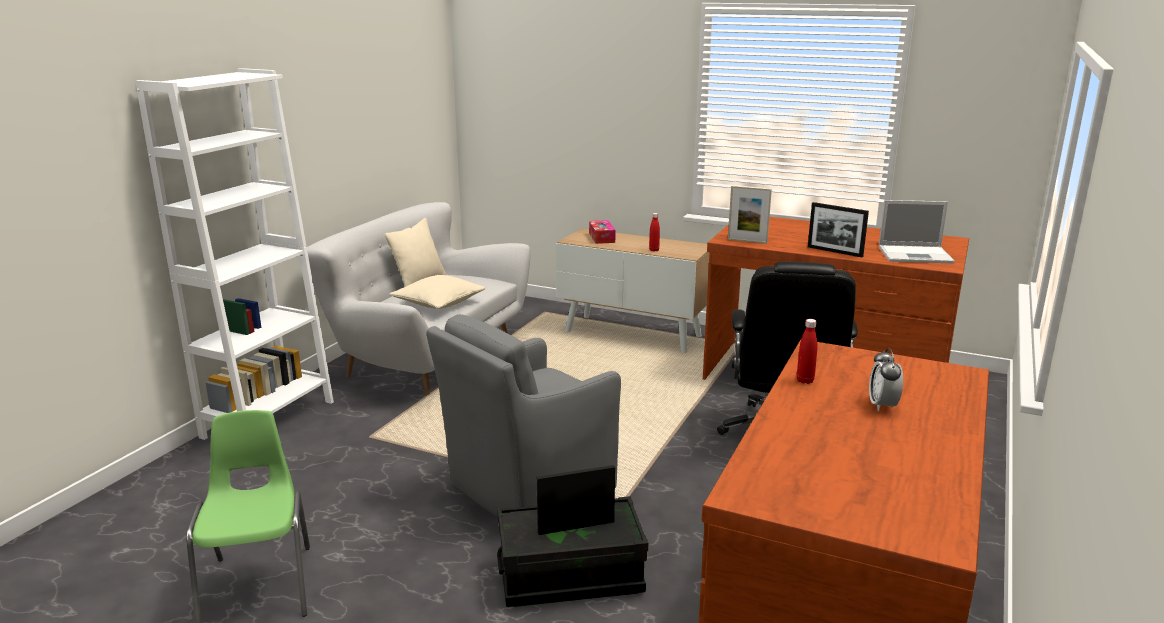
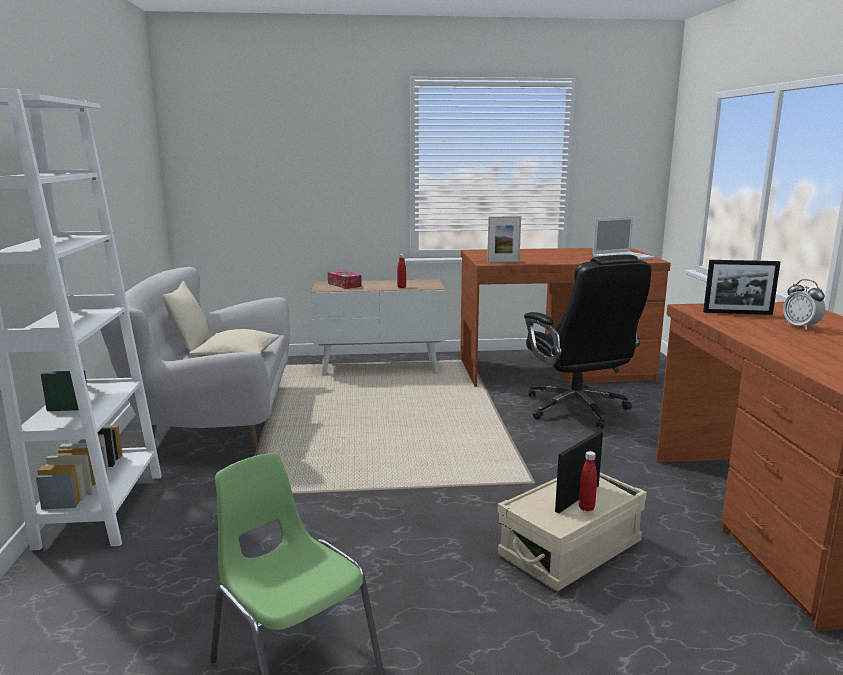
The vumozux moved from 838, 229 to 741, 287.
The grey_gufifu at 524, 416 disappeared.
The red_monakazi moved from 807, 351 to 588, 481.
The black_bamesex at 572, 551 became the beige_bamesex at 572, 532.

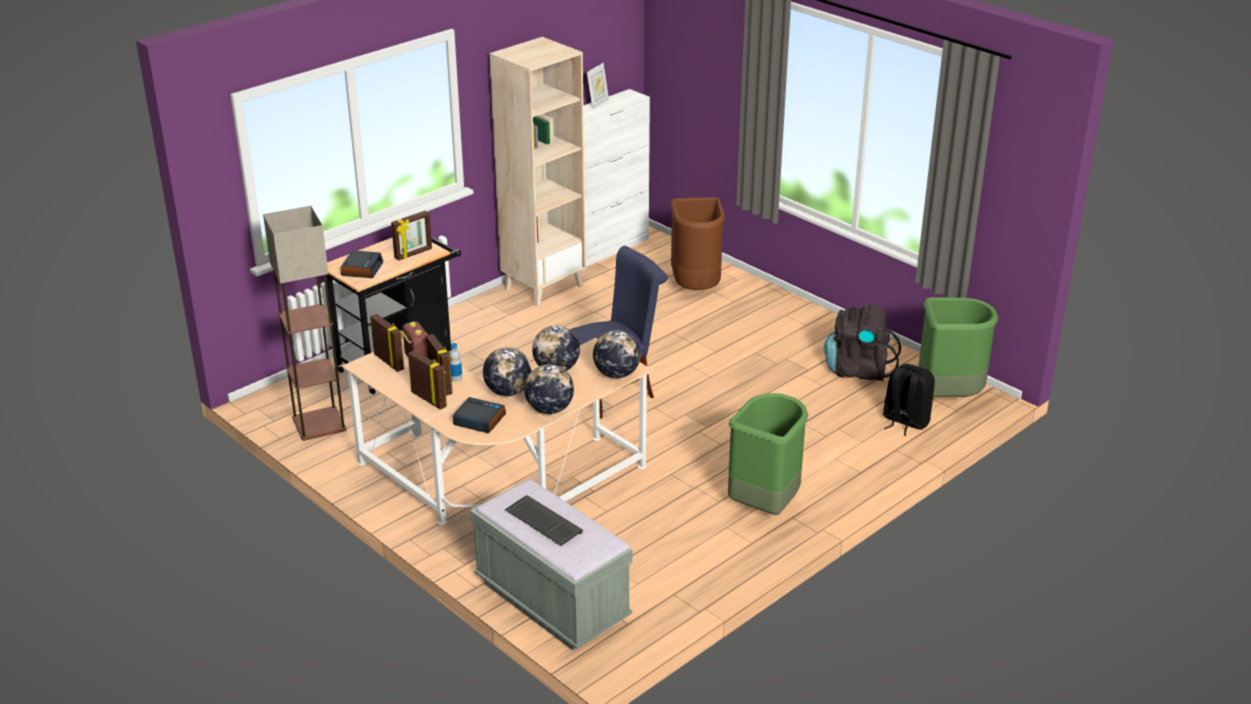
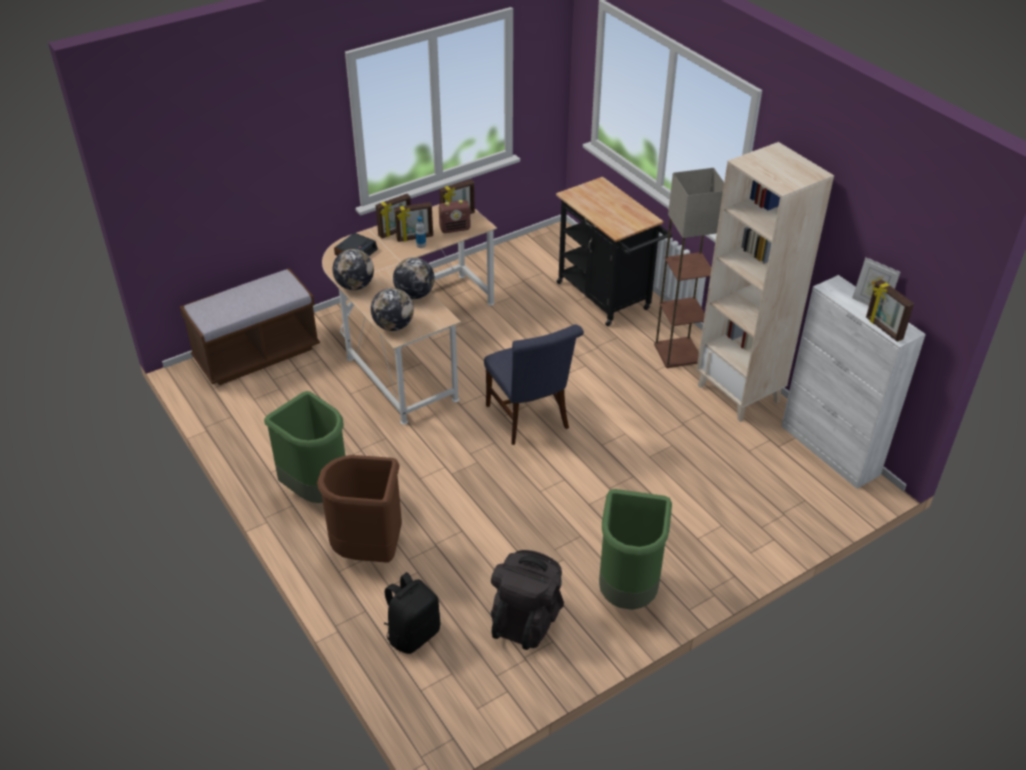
The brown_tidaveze moved from 697, 243 to 359, 509.
The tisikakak moved from 304, 323 to 689, 268.
The vumozux moved from 411, 236 to 890, 311.
The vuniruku at 361, 264 disappeared.
The green_tidaveze moved from 958, 347 to 635, 549.
The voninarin at 507, 371 disappeared.
The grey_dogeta at 551, 565 became the brown_dogeta at 250, 327.
The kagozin at 544, 520 disappeared.

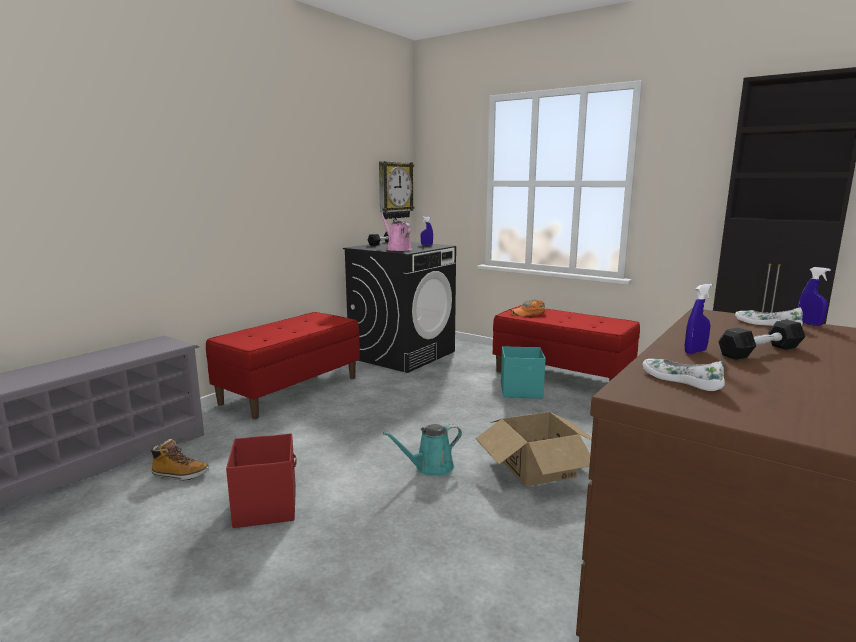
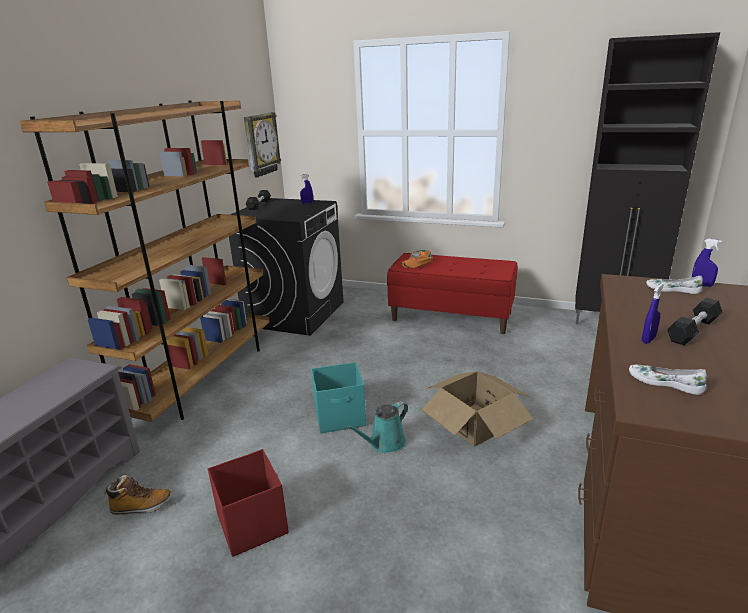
The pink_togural at 396, 232 disappeared.
The red_dogeta at 283, 365 was replaced by the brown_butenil at 145, 261.
The turquoise_bamesex moved from 523, 372 to 338, 397.

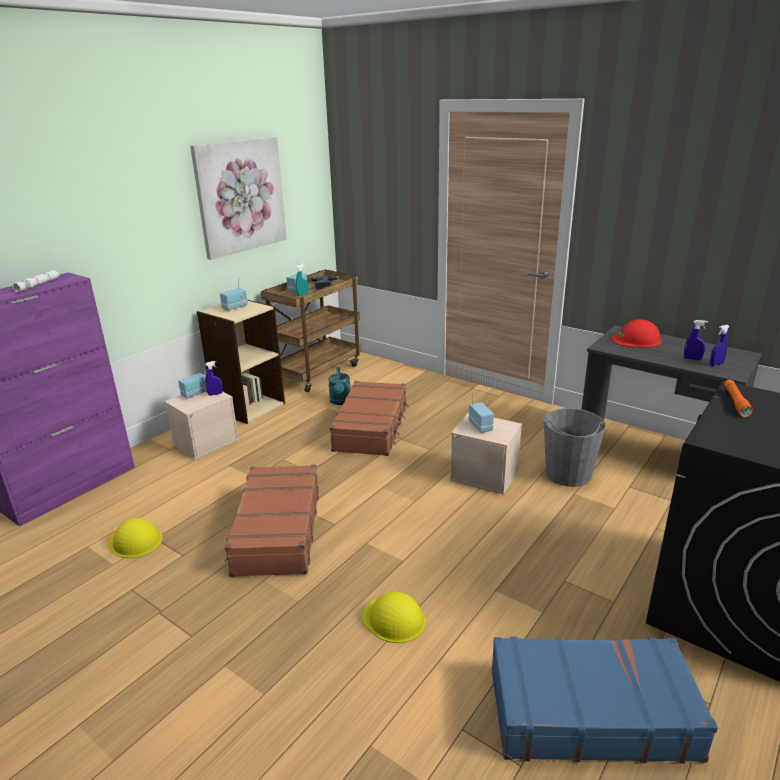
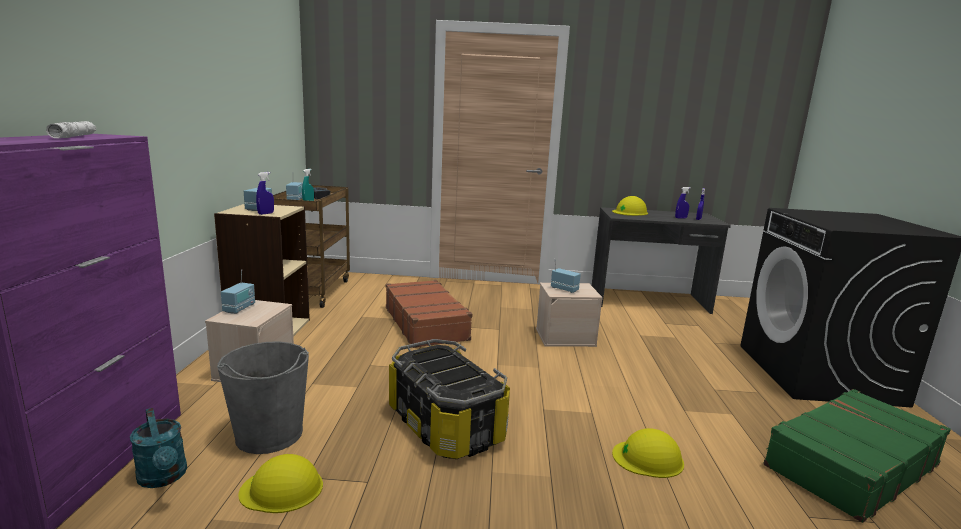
The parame at 238, 198 disappeared.
The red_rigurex at 636, 333 became the yellow_rigurex at 630, 206.
The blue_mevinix moved from 214, 378 to 265, 193.
The turquoise_togural moved from 339, 386 to 158, 448.
The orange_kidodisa at 738, 398 disappeared.
The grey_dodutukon moved from 575, 447 to 263, 397.
The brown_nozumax at 272, 521 was replaced by the bamesex at 449, 399.
The blue_nozumax at 605, 700 became the green_nozumax at 857, 456.

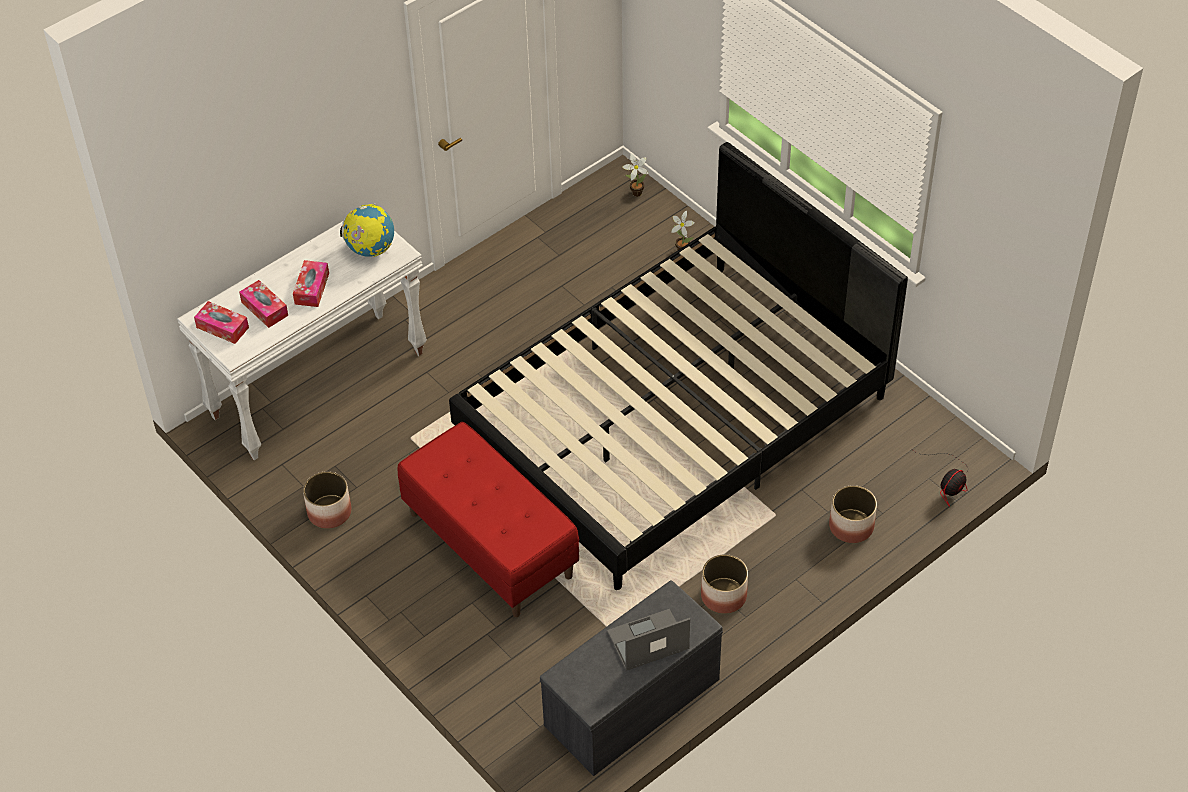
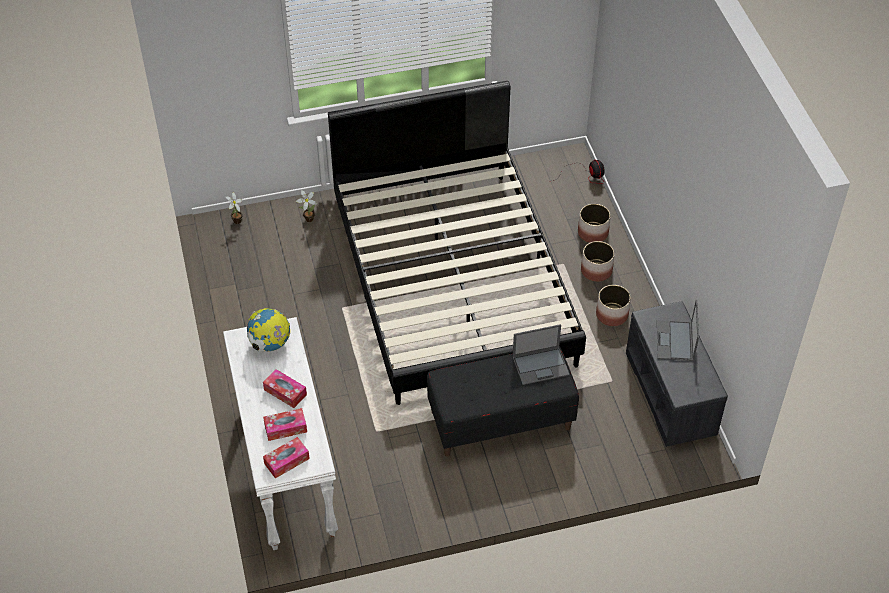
The red_dogeta at 488, 519 became the black_dogeta at 503, 401.
The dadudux moved from 327, 500 to 598, 261.
The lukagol at 541, 354 appeared.

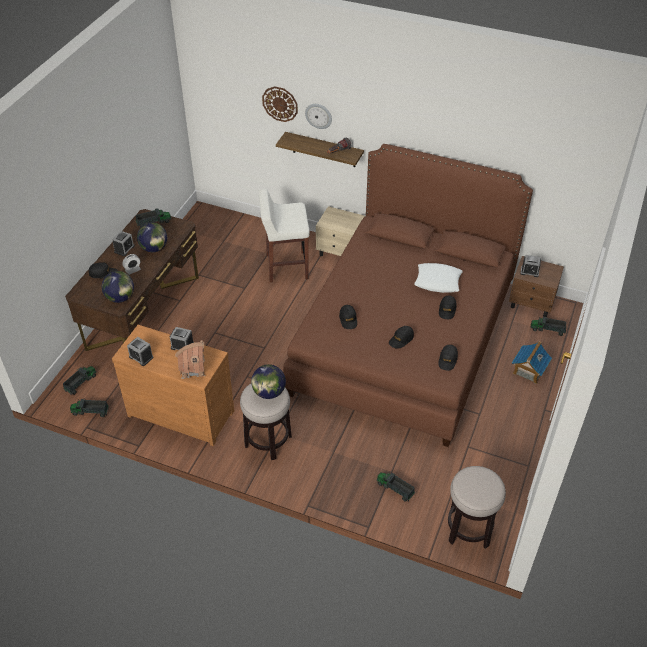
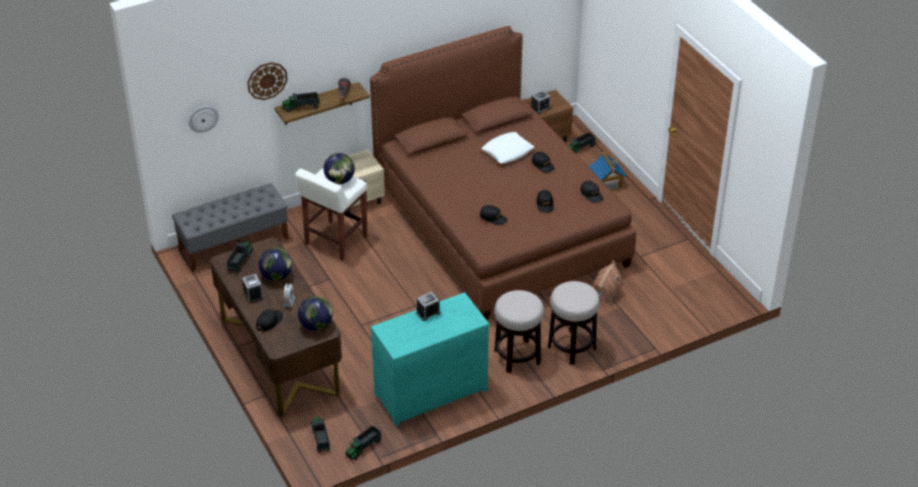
The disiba moved from 318, 116 to 204, 119.
The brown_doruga at 173, 385 became the turquoise_doruga at 429, 359.
The vuniruku at 140, 351 disappeared.
The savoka moved from 191, 359 to 607, 282.
The voninarin moved from 268, 381 to 339, 168.
The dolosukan moved from 477, 507 to 574, 323.
The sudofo moved from 396, 486 to 301, 102.
The grey_dogeta at 230, 227 appeared.

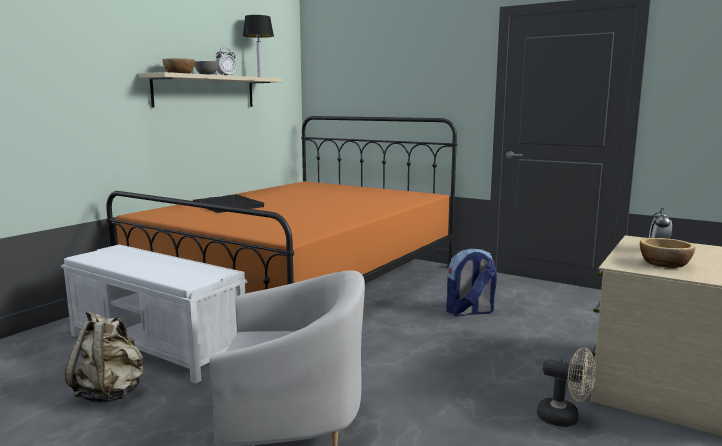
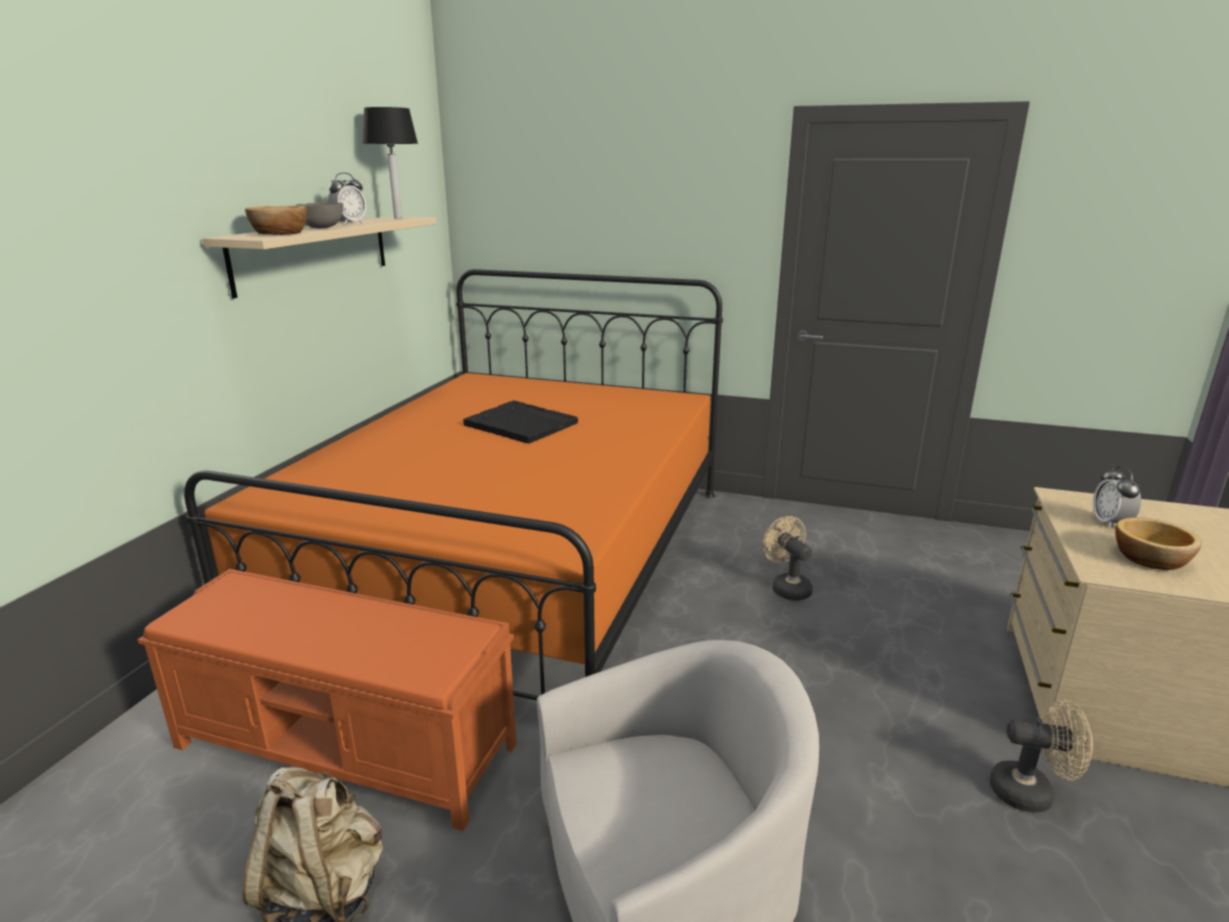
The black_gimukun moved from 228, 203 to 520, 421.
The white_dogeta at 154, 314 became the orange_dogeta at 327, 700.
The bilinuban at 471, 282 was replaced by the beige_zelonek at 788, 558.

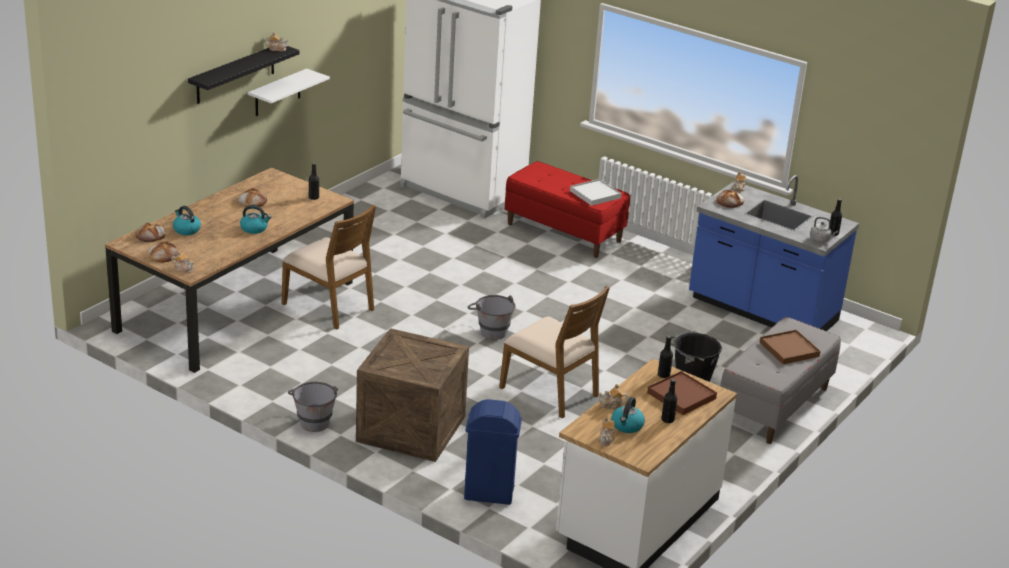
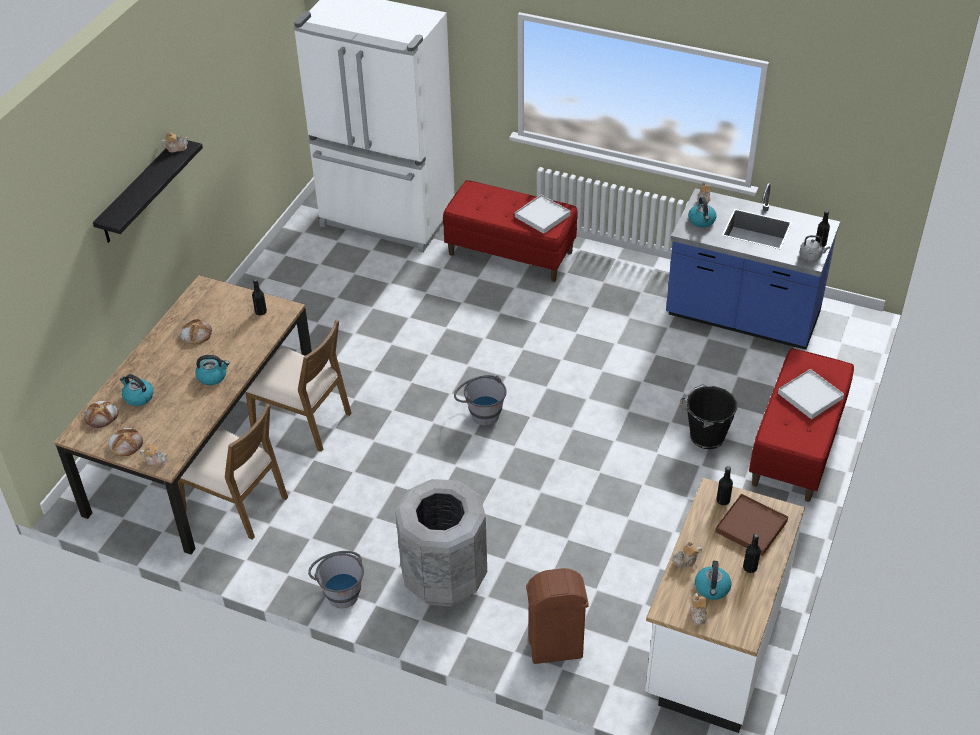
The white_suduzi at 289, 92 disappeared.
The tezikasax at 730, 199 was replaced by the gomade at 702, 212.
The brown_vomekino moved from 554, 352 to 233, 471.
The grey_dogeta at 780, 380 became the red_dogeta at 801, 425.
The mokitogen at 412, 395 was replaced by the grey_tidaveze at 441, 543.
The brown_gimukun at 790, 347 became the white_gimukun at 811, 394.
The blue_tidaveze at 493, 452 became the brown_tidaveze at 557, 616.

